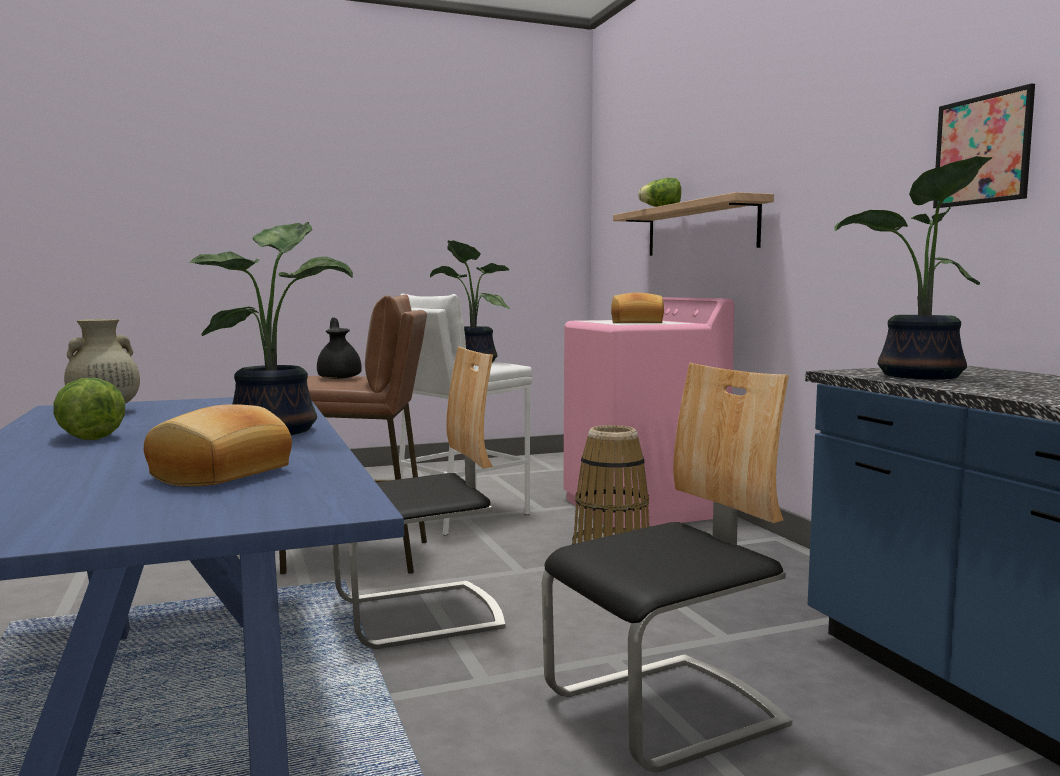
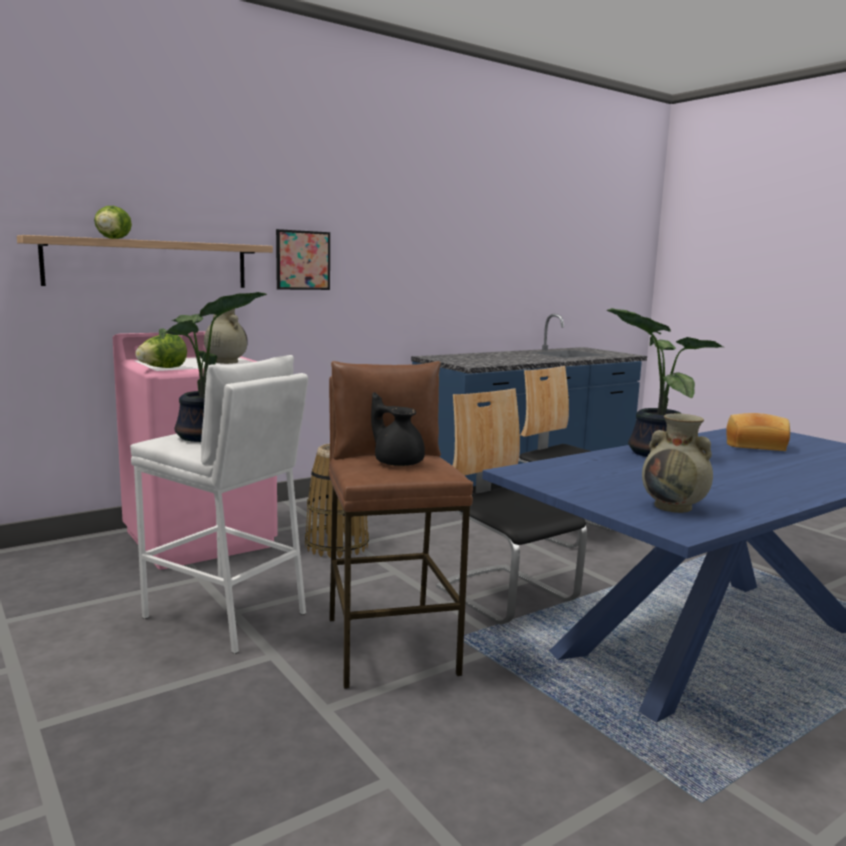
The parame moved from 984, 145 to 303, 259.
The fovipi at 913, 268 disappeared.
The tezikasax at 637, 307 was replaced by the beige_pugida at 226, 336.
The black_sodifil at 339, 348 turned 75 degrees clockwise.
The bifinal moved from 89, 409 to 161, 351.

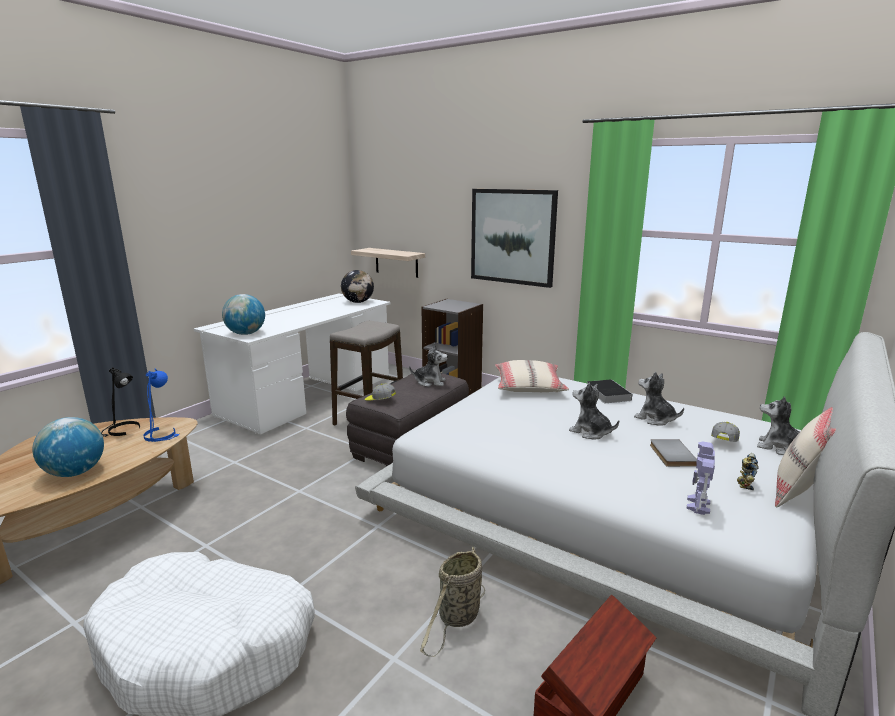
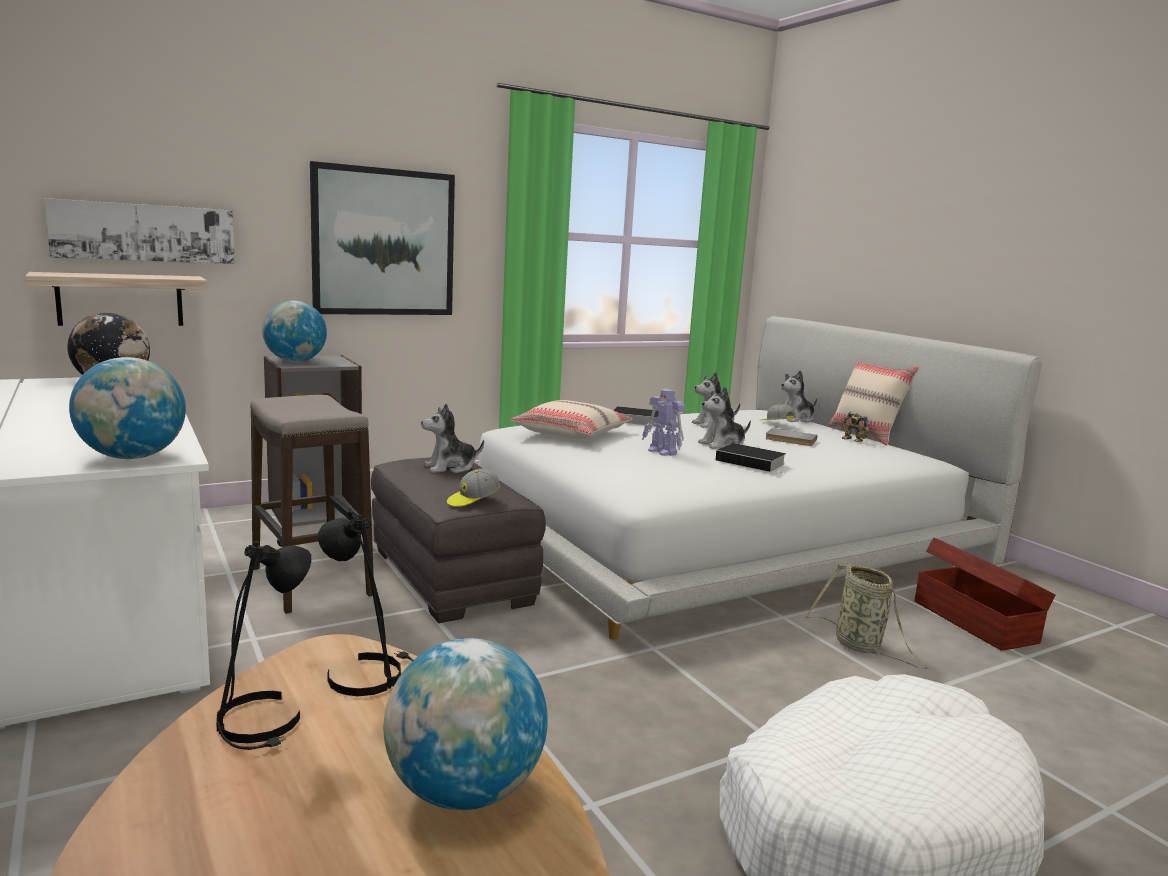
The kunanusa at 428, 365 turned 150 degrees counterclockwise.
The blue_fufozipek at 161, 405 became the black_fufozipek at 365, 603.
The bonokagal moved from 701, 478 to 663, 422.
The parame at 139, 231 appeared.
The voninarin at 294, 331 appeared.
The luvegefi at 750, 458 appeared.

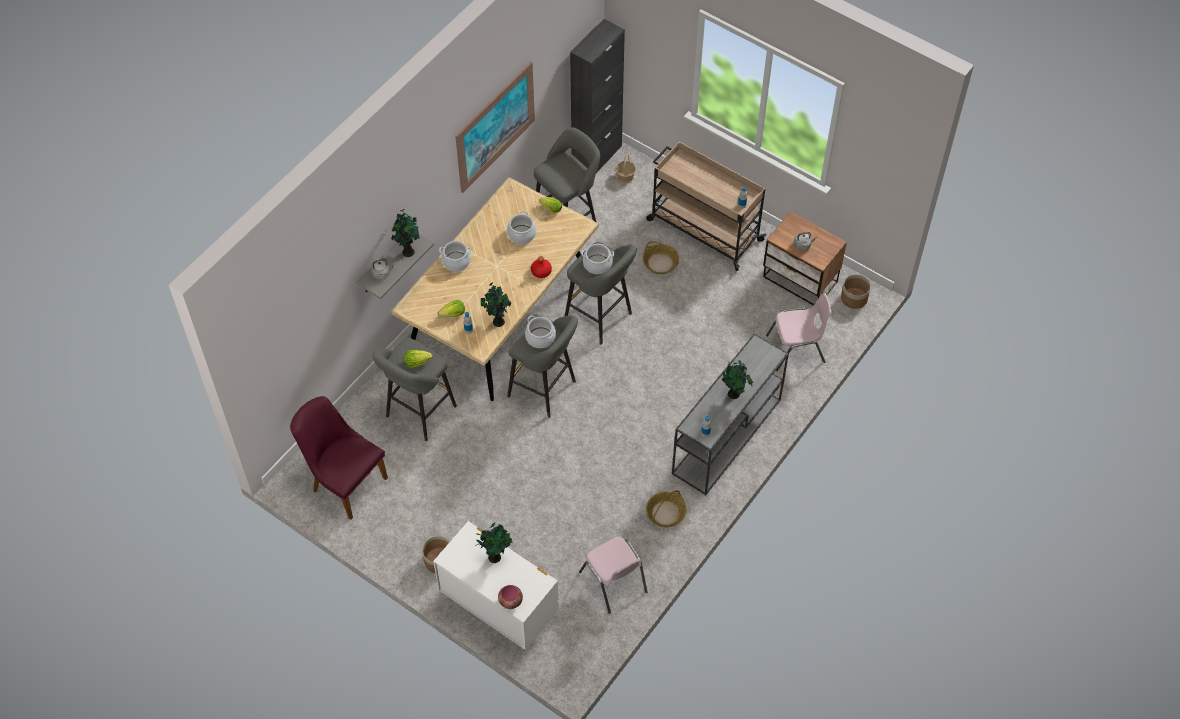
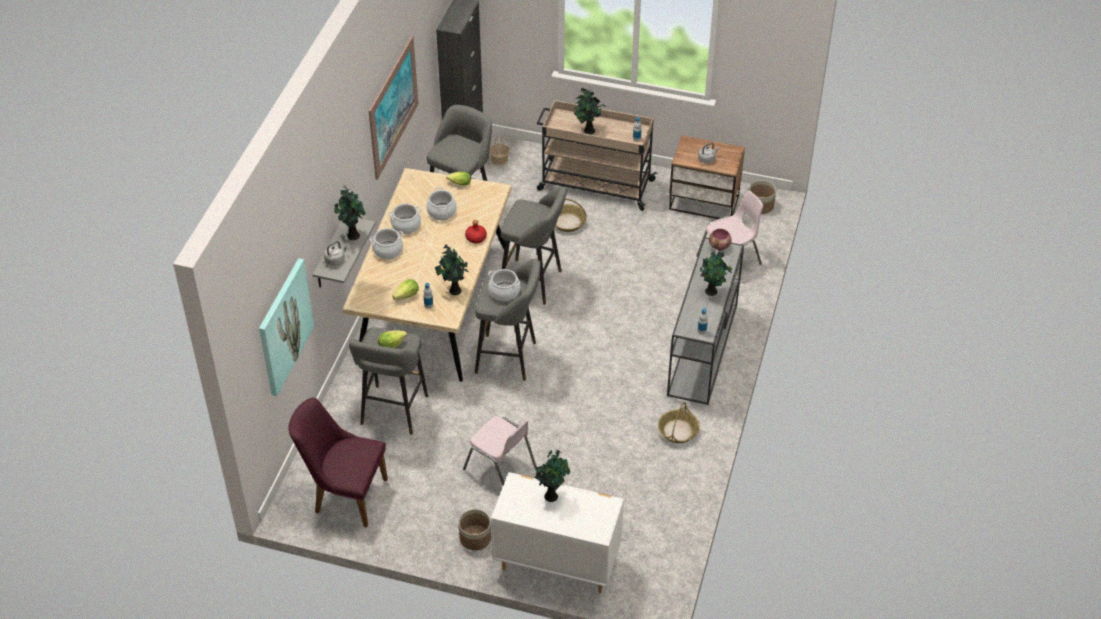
The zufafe moved from 597, 259 to 405, 219.
The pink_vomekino moved from 613, 575 to 500, 450.
The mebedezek moved from 510, 597 to 720, 240.
The fovipi at 590, 111 appeared.
The parame at 286, 327 appeared.

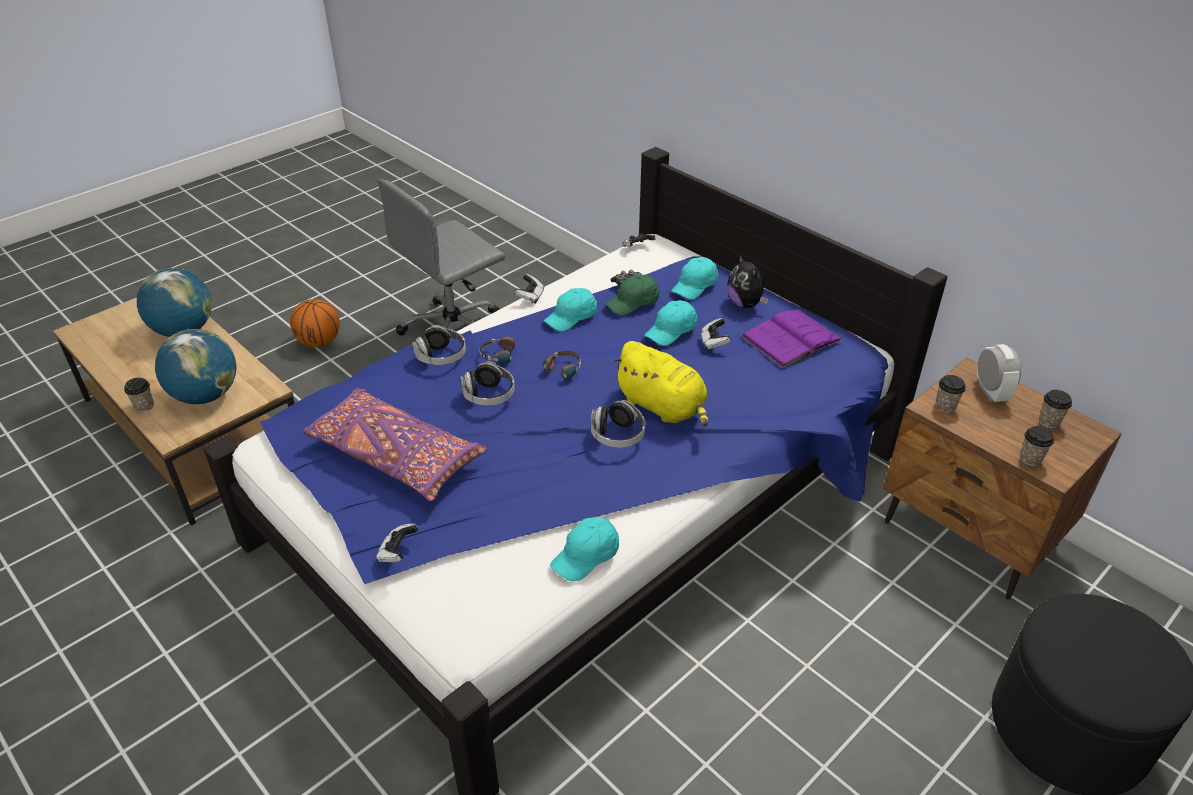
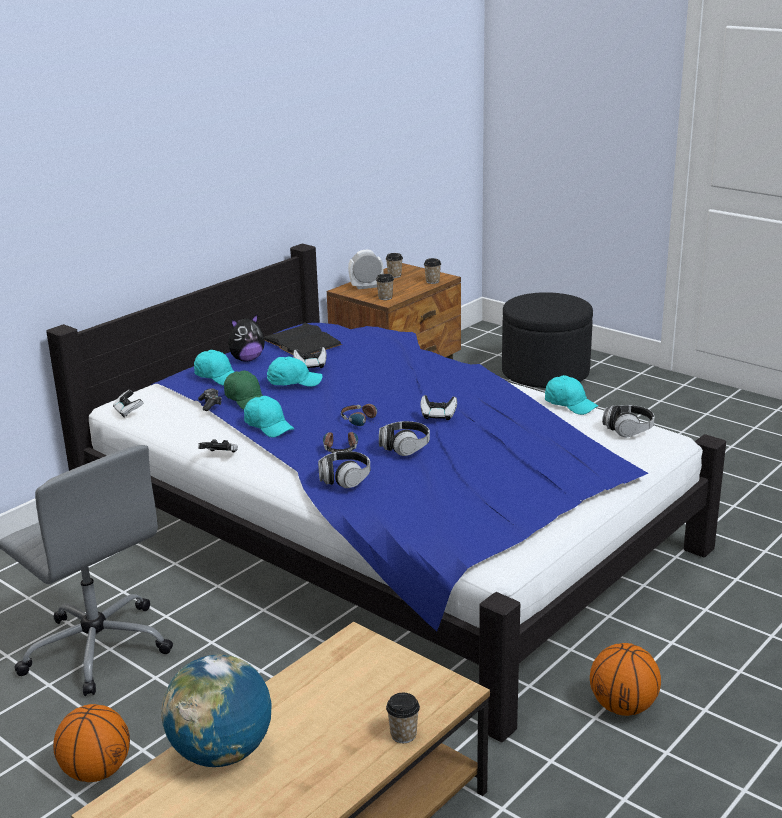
The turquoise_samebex at 670, 323 turned 45 degrees counterclockwise.
The purple_luvegefi at 791, 338 became the black_luvegefi at 303, 338.
The voninarin at 195, 366 disappeared.
The yellow_kunanusa at 660, 384 disappeared.
The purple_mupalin at 395, 444 disappeared.
The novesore moved from 618, 424 to 628, 421.
The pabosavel moved from 397, 543 to 439, 407.
The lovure at 625, 679 appeared.

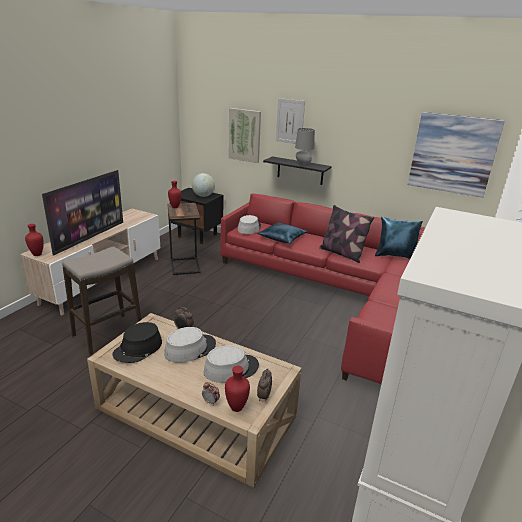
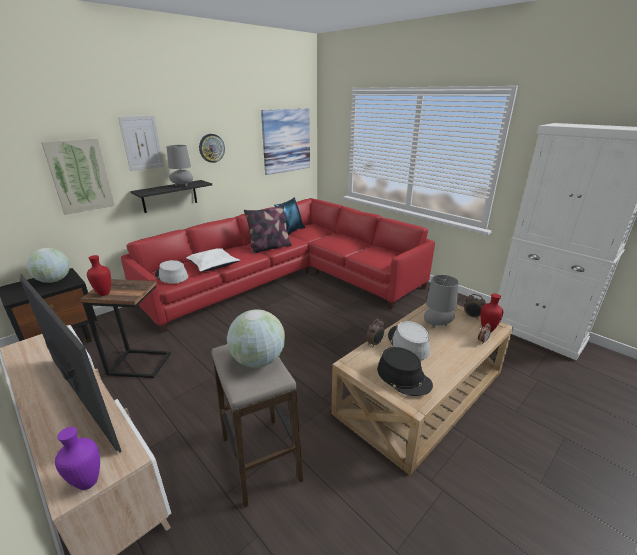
The blue_mupalin at 282, 233 became the white_mupalin at 213, 260.
The red_pugida at 34, 240 became the purple_pugida at 77, 458.
The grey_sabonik at 231, 364 was replaced by the grey_fufozipek at 441, 301.
The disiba at 212, 148 appeared.
The voninarin at 256, 339 appeared.

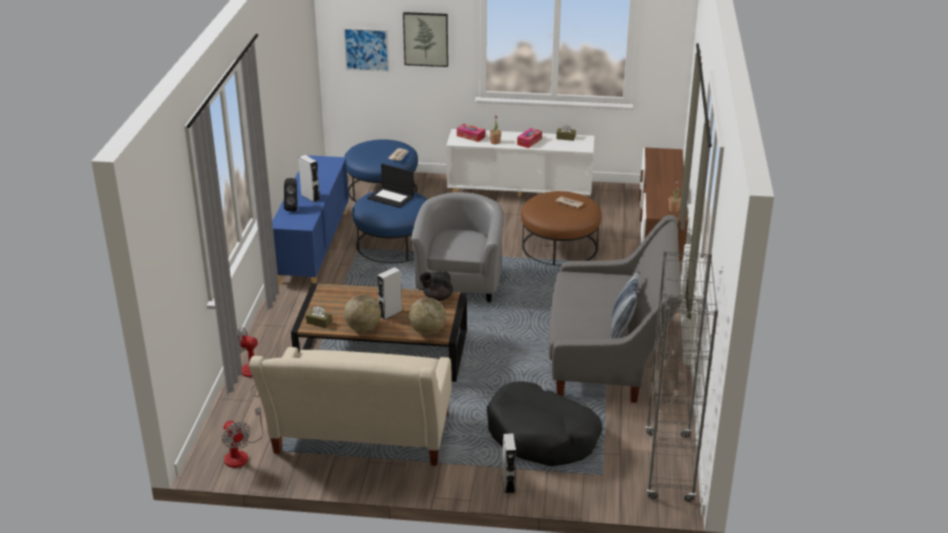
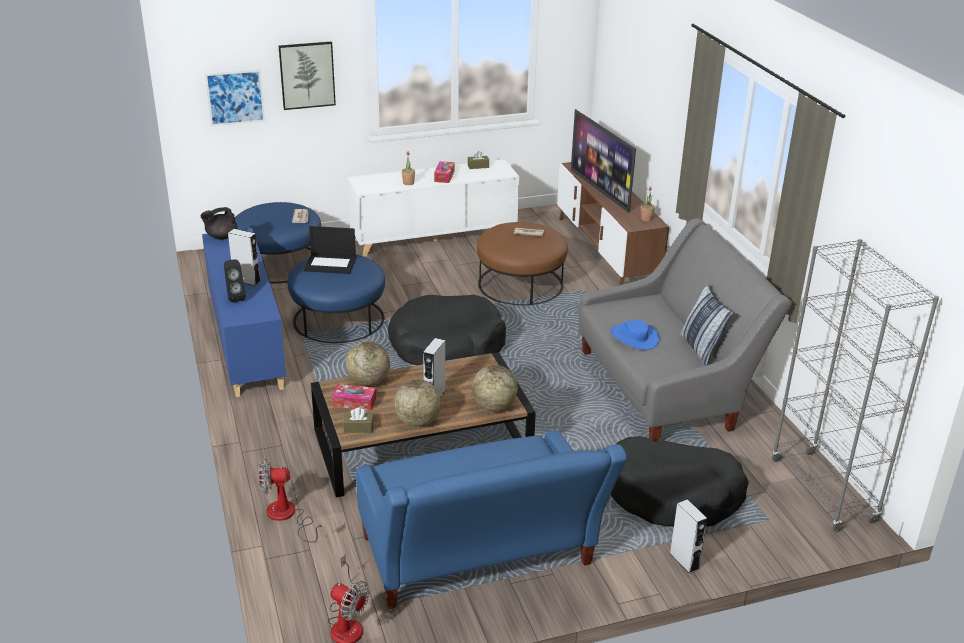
The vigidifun moved from 471, 133 to 354, 397.
The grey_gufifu at 457, 247 was replaced by the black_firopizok at 447, 330.
The black_sodifil moved from 436, 286 to 219, 223.
The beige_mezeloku at 350, 406 became the blue_mezeloku at 491, 519.
The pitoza at 603, 161 appeared.
The blue_sabonik at 634, 335 appeared.
The voninarin at 367, 363 appeared.

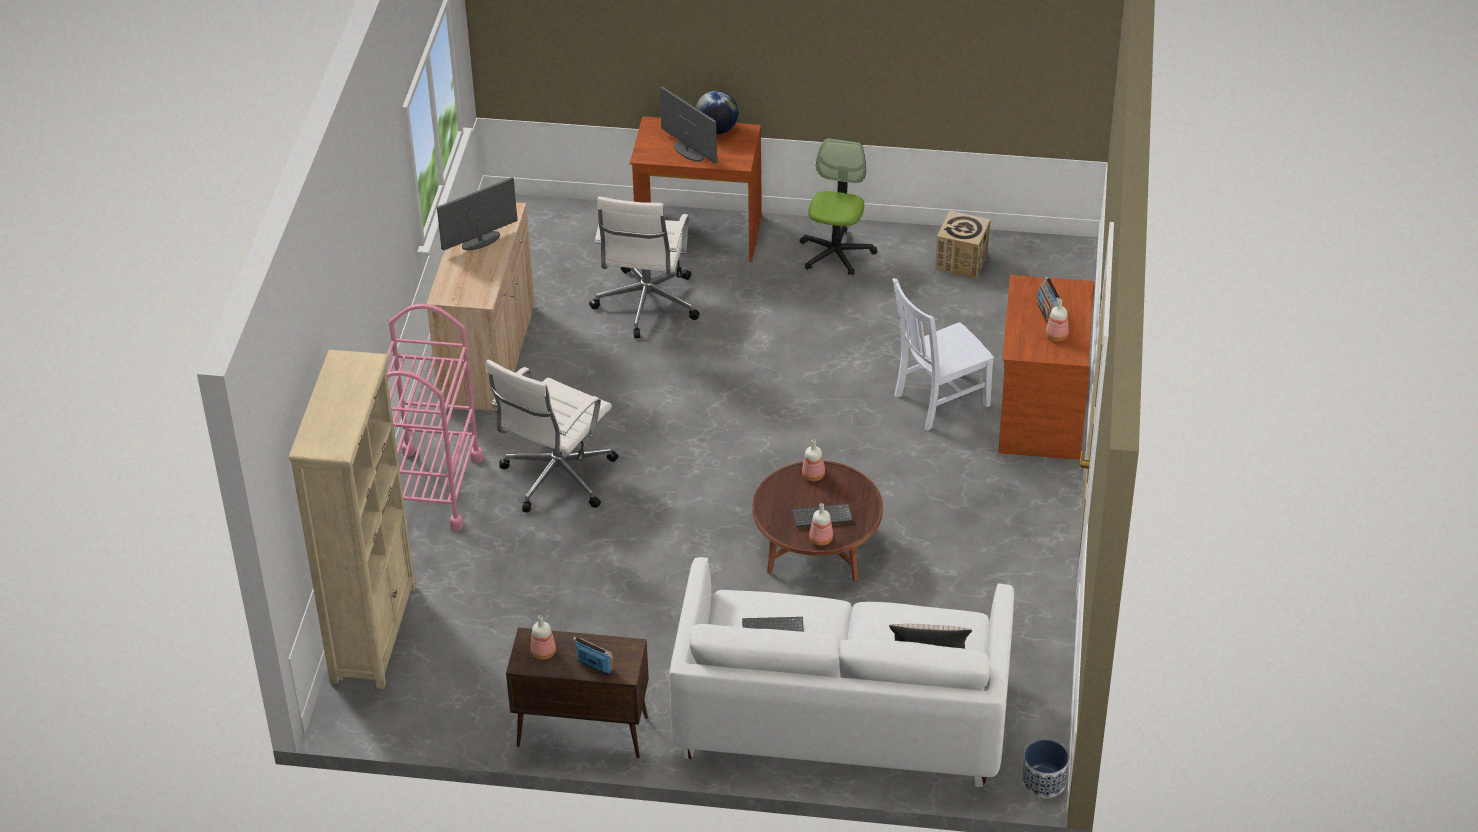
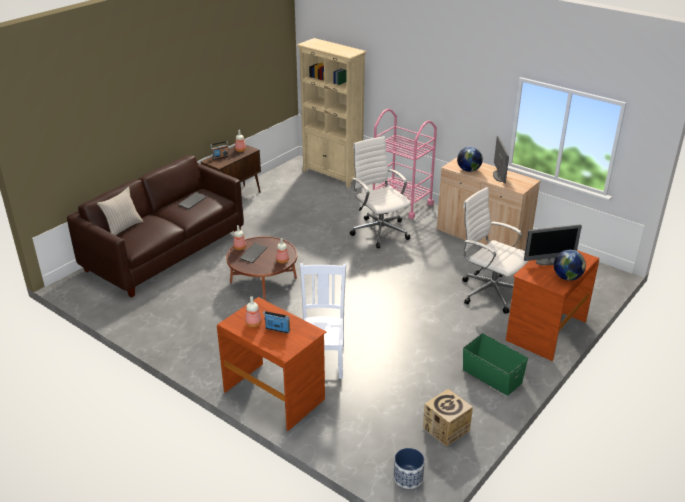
The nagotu at 838, 206 was replaced by the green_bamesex at 495, 364.
The white_mezeloku at 841, 672 became the brown_mezeloku at 155, 226.
The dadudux moved from 1045, 769 to 409, 468.
The voninarin at 470, 159 appeared.

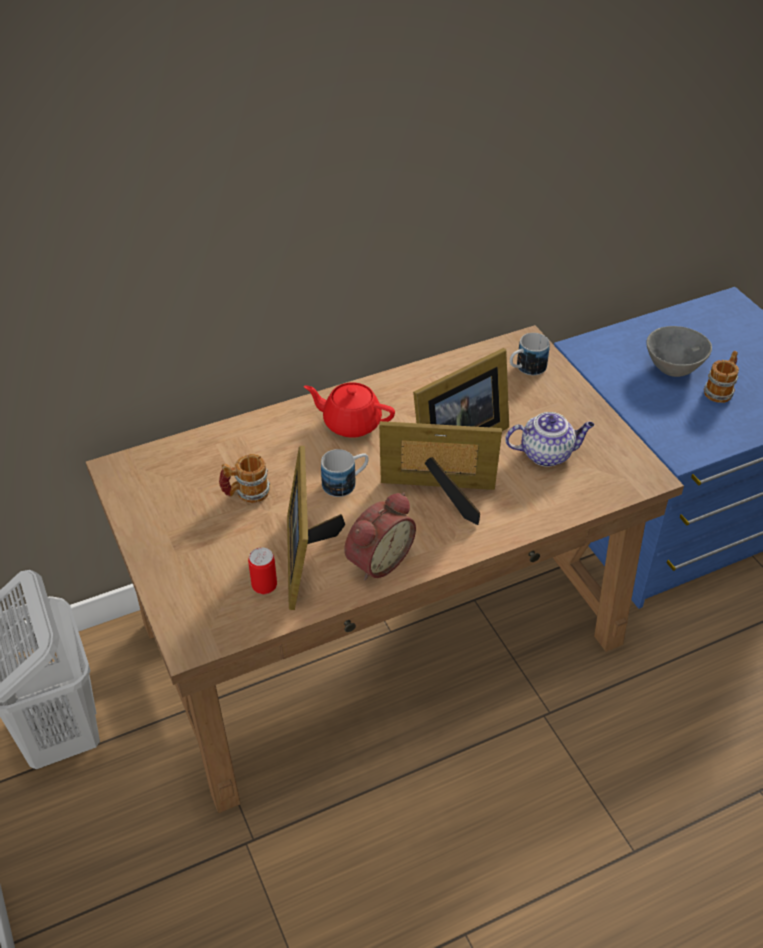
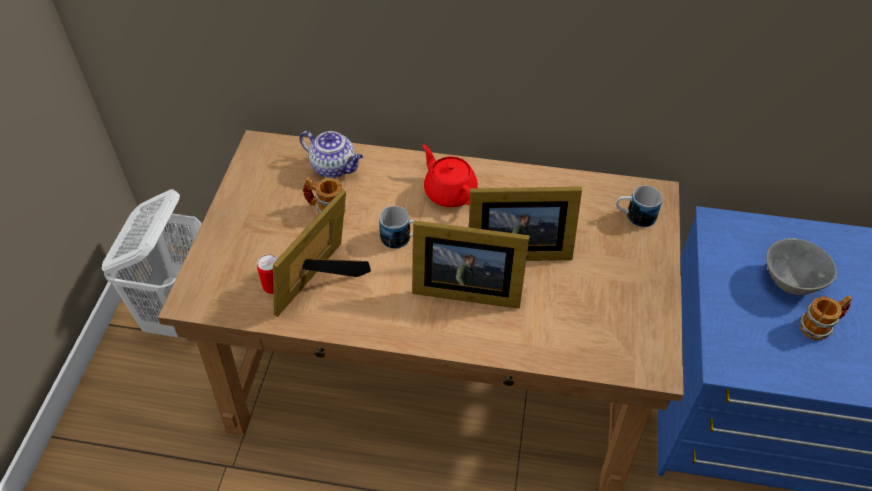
The sodifil moved from 549, 439 to 331, 154.
The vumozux at 440, 473 turned 150 degrees clockwise.
The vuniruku at 380, 536 disappeared.

